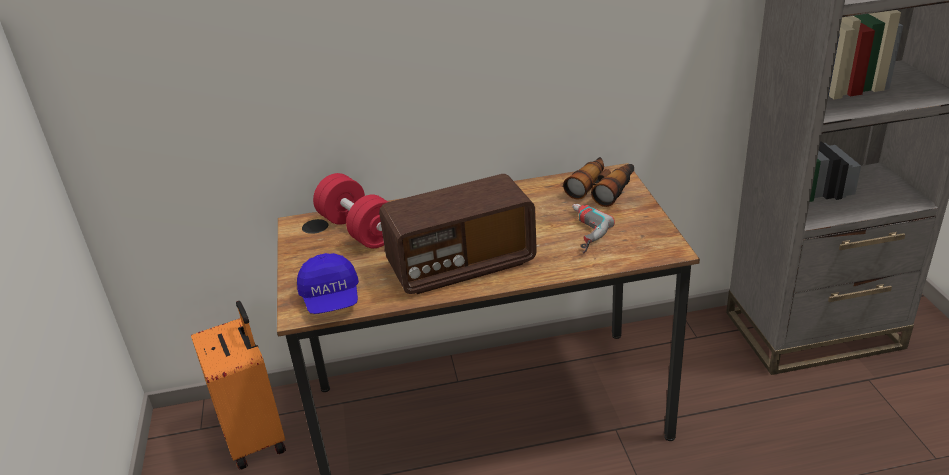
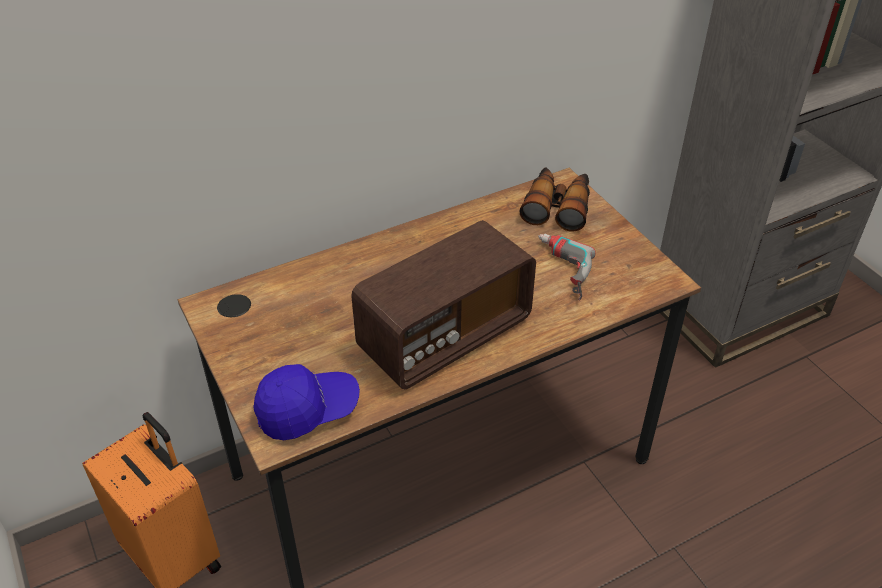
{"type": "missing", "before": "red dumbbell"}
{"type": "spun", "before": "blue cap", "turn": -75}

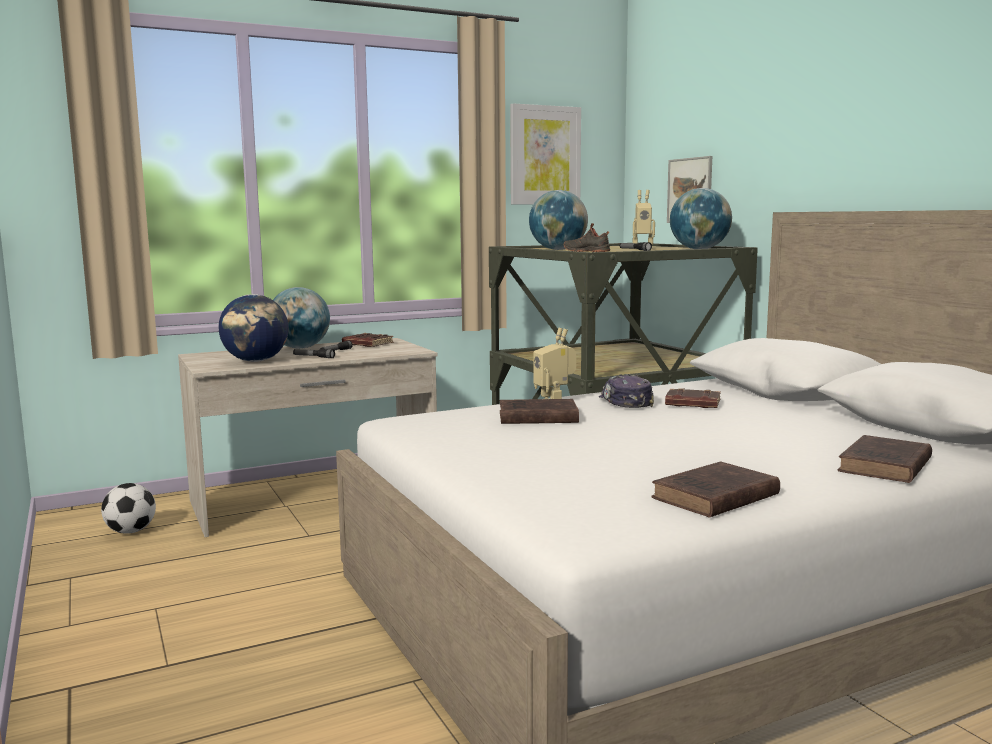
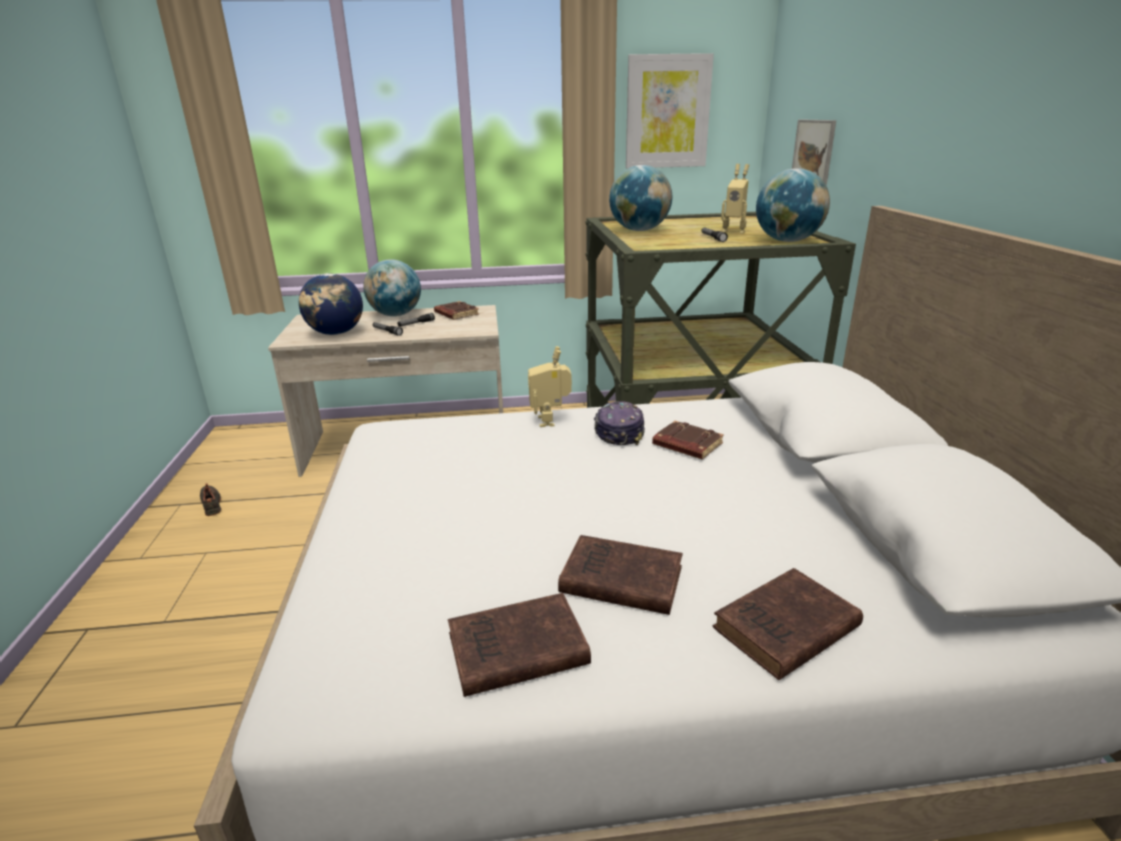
{"type": "missing", "before": "football"}
{"type": "relocated", "before": "brown book (no. 2 from left in the first image)", "after": "brown book (no. 3 from left)"}
{"type": "relocated", "before": "black shoe"}

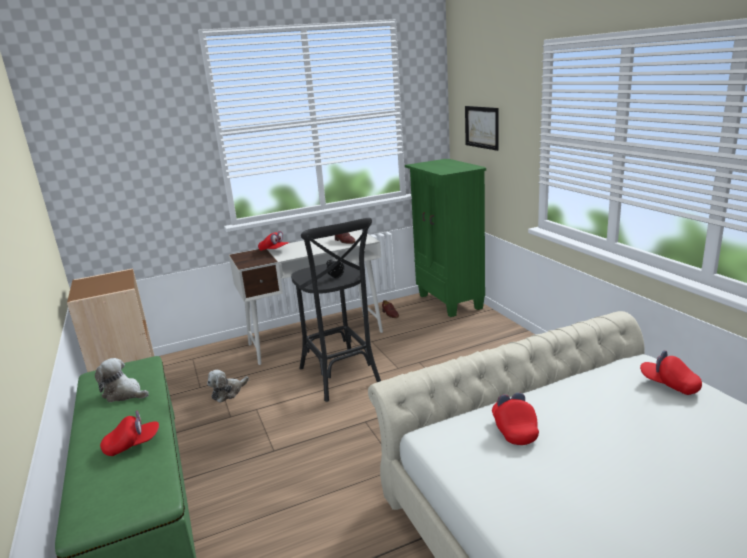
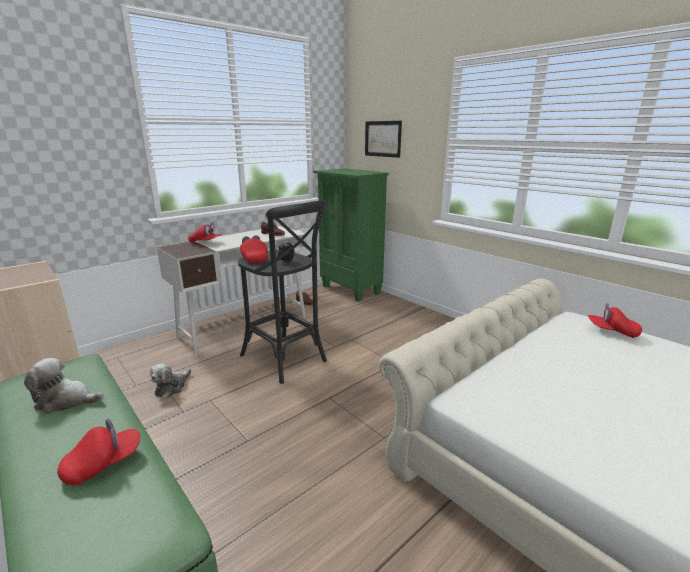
{"type": "relocated", "before": "red cap (no. 3 from left)"}

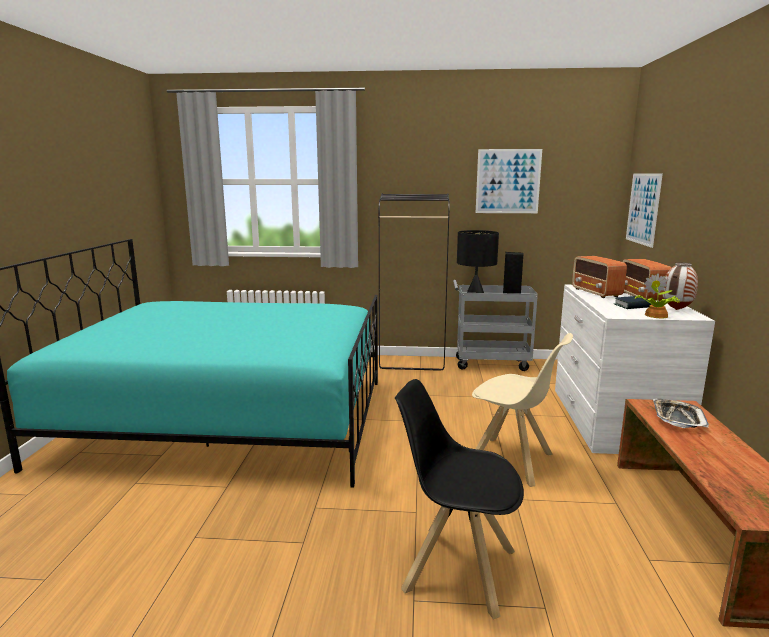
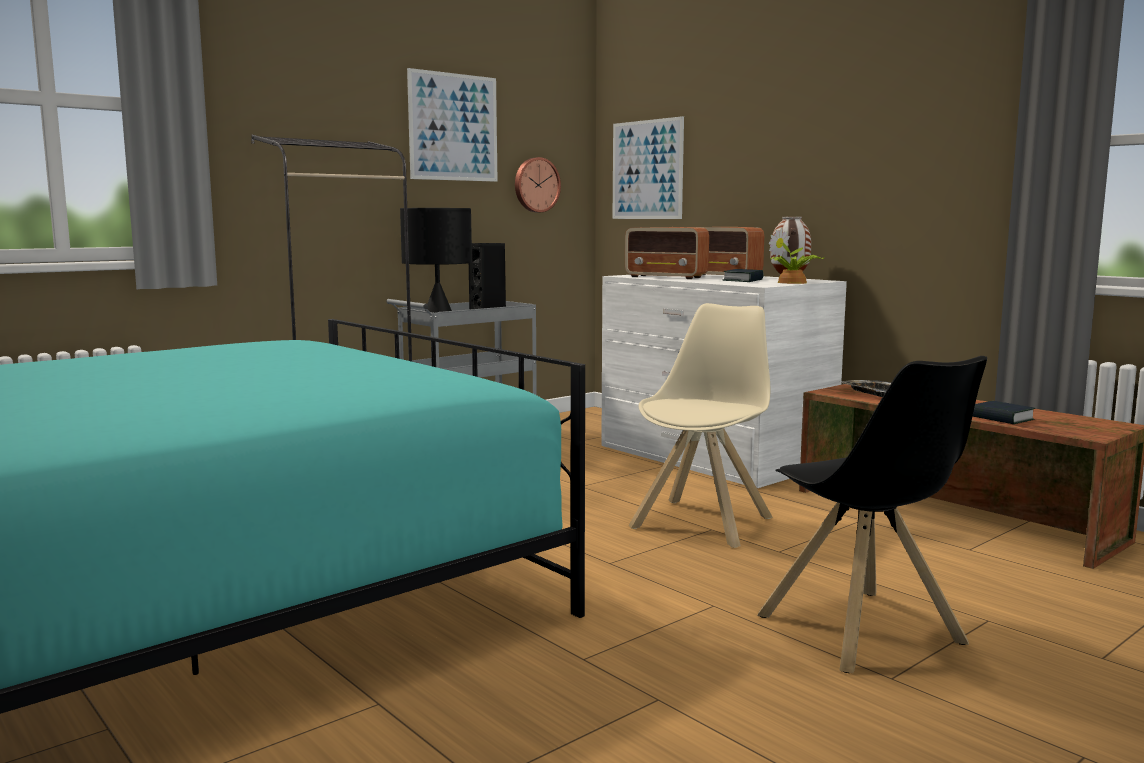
{"type": "appeared", "after": "wall clock"}
{"type": "appeared", "after": "book (no. 2 from left)"}
{"type": "spun", "before": "black chair", "turn": -90}
{"type": "spun", "before": "beige chair", "turn": -45}

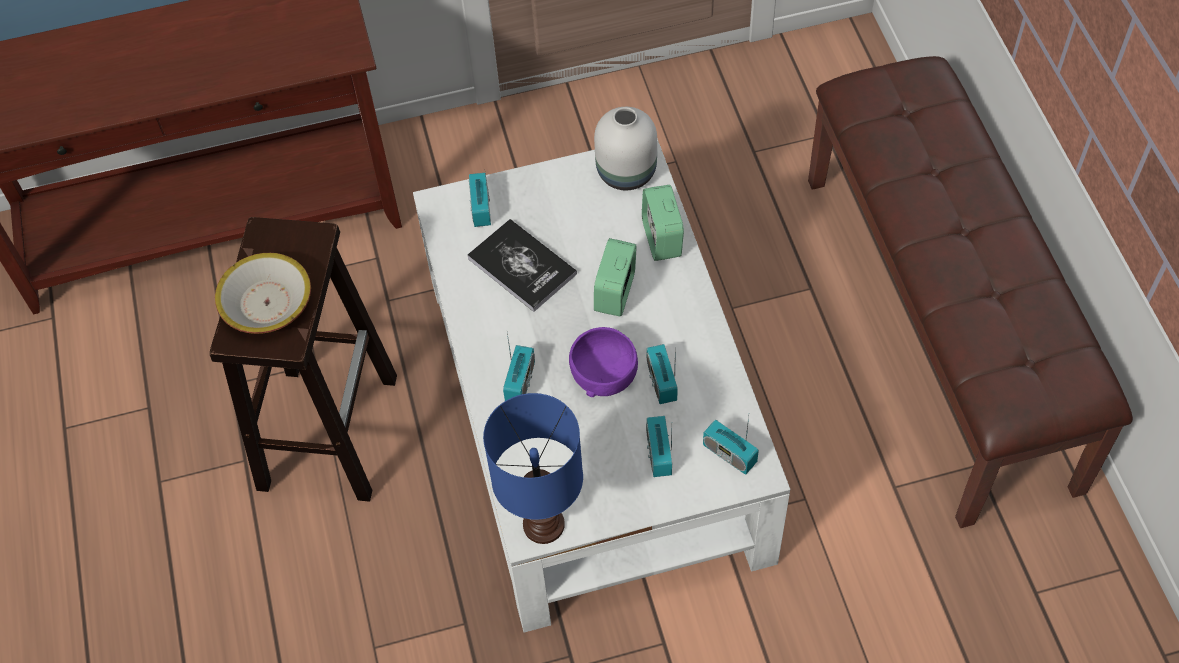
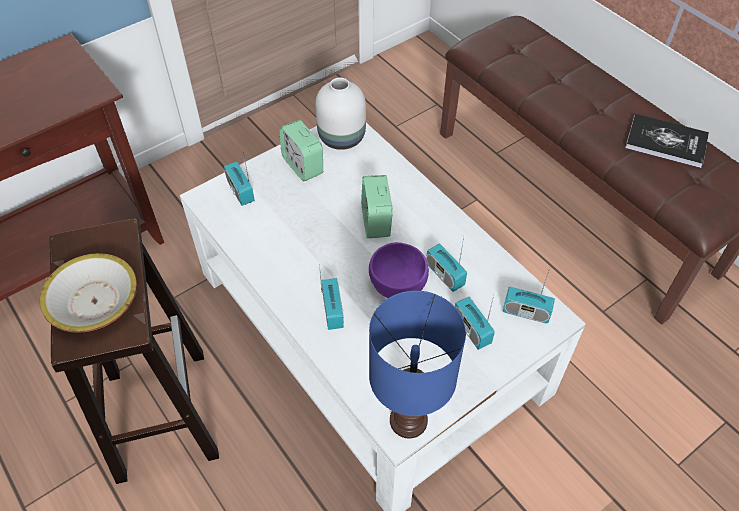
{"type": "relocated", "before": "book"}
{"type": "relocated", "before": "alarm clock (no. 2 from left in the first image)", "after": "alarm clock (no. 1 from left)"}

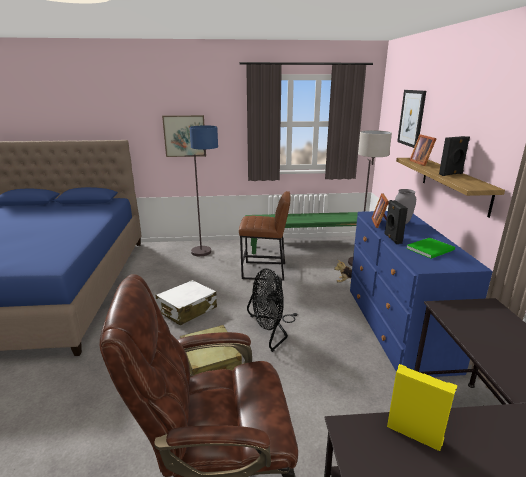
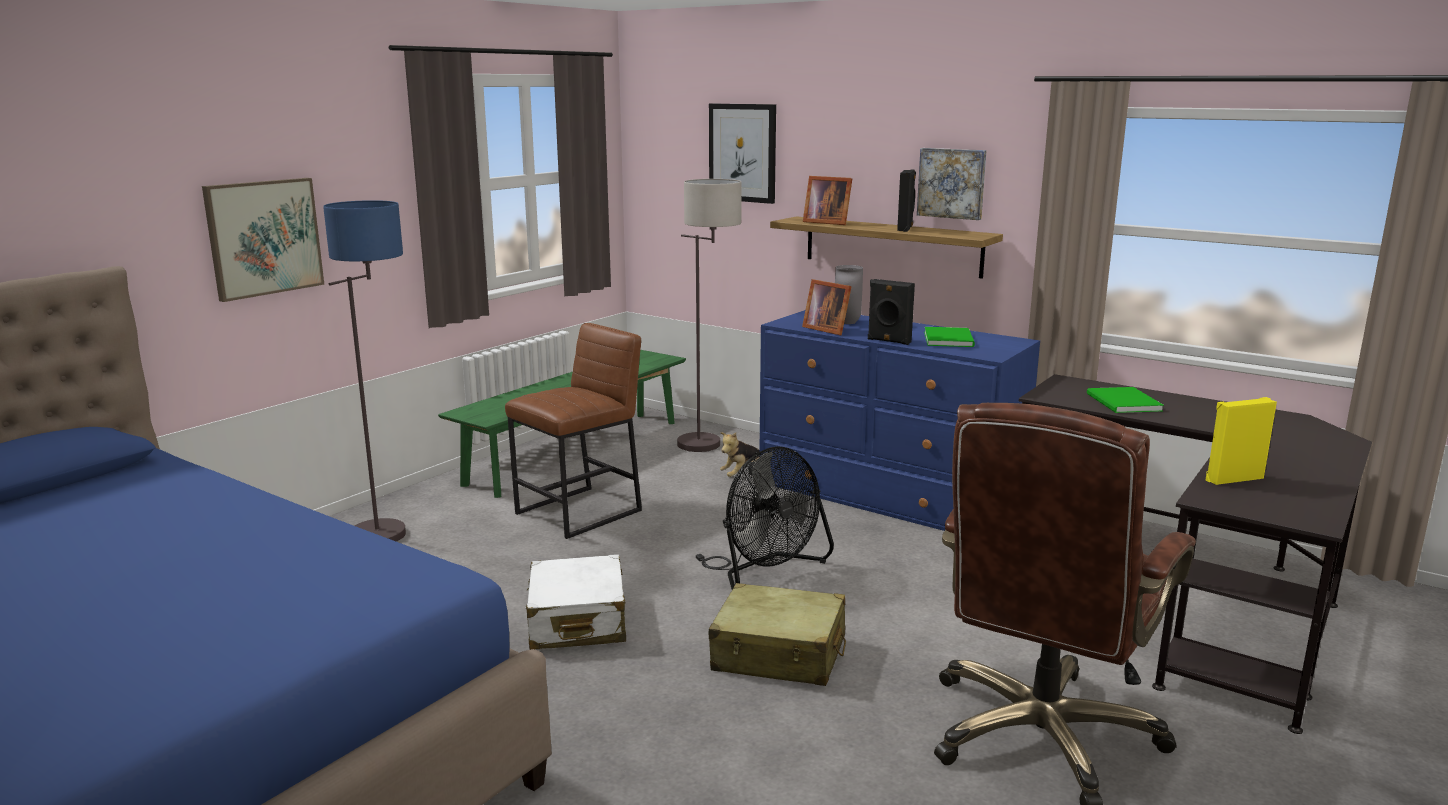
{"type": "appeared", "after": "picture (no. 3 from left)"}
{"type": "appeared", "after": "green book (no. 2 from left)"}
{"type": "spun", "before": "black fan", "turn": -60}

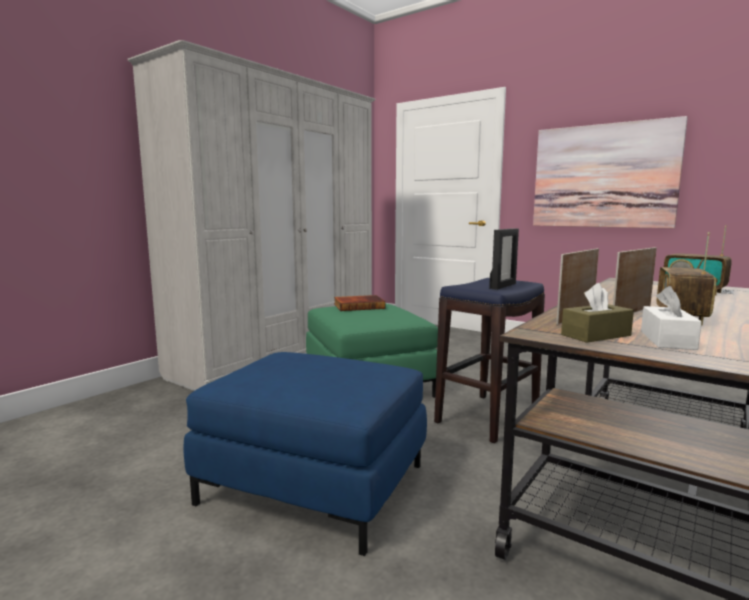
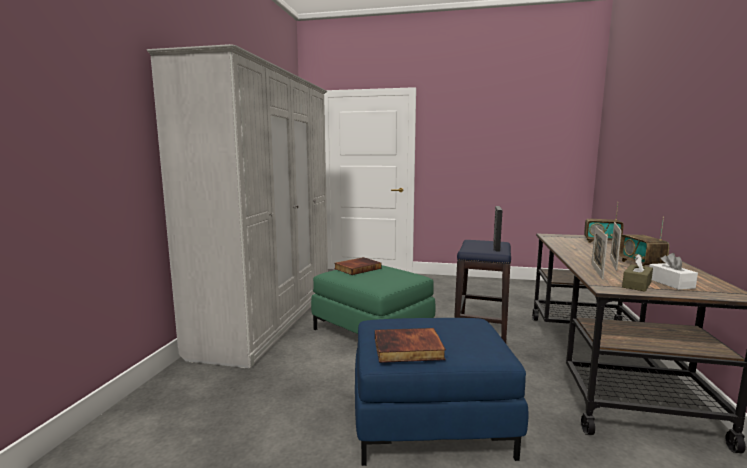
{"type": "missing", "before": "picture"}
{"type": "appeared", "after": "book (no. 2 from left)"}

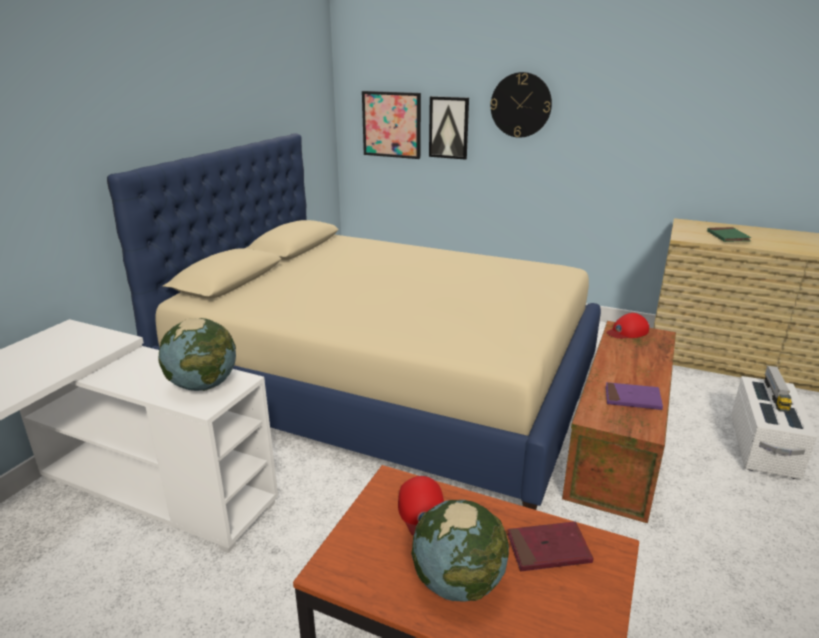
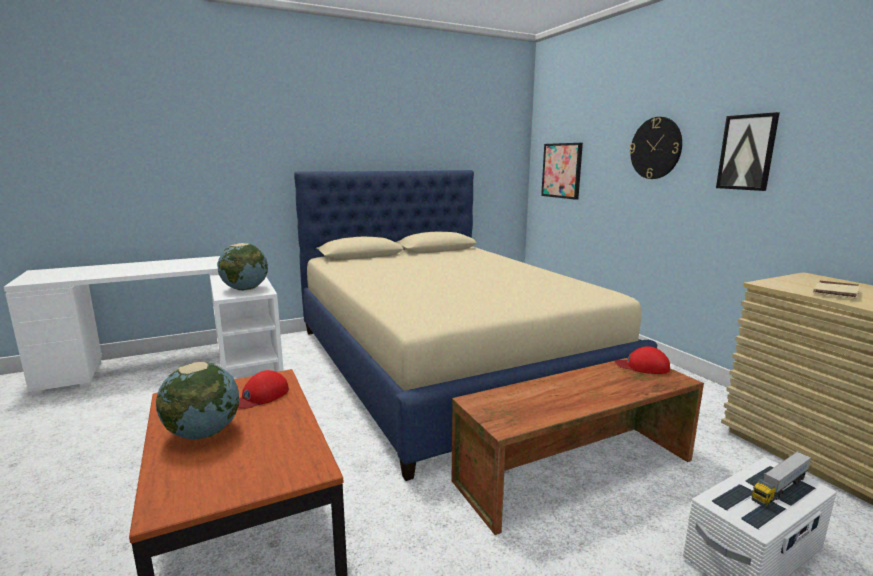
{"type": "missing", "before": "red book"}
{"type": "missing", "before": "purple book"}
{"type": "relocated", "before": "picture (no. 2 from left)"}
{"type": "colour", "before": "green book", "after": "beige book"}

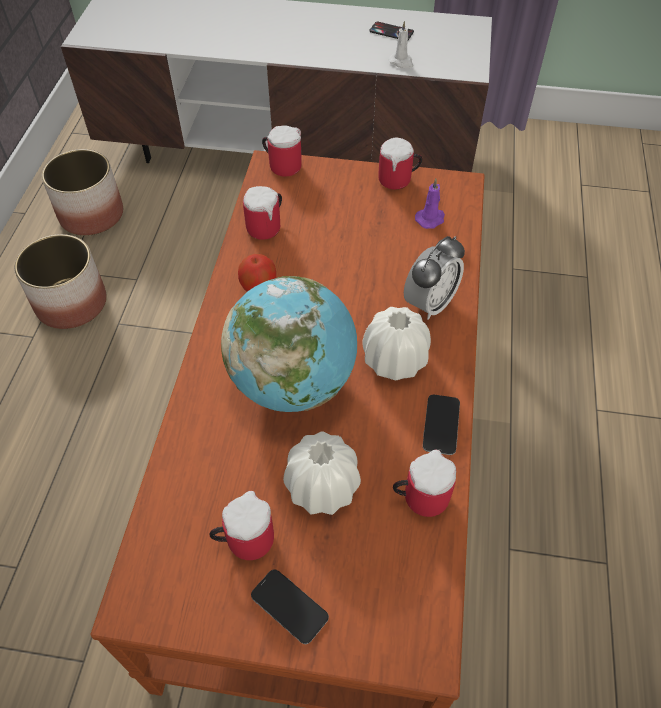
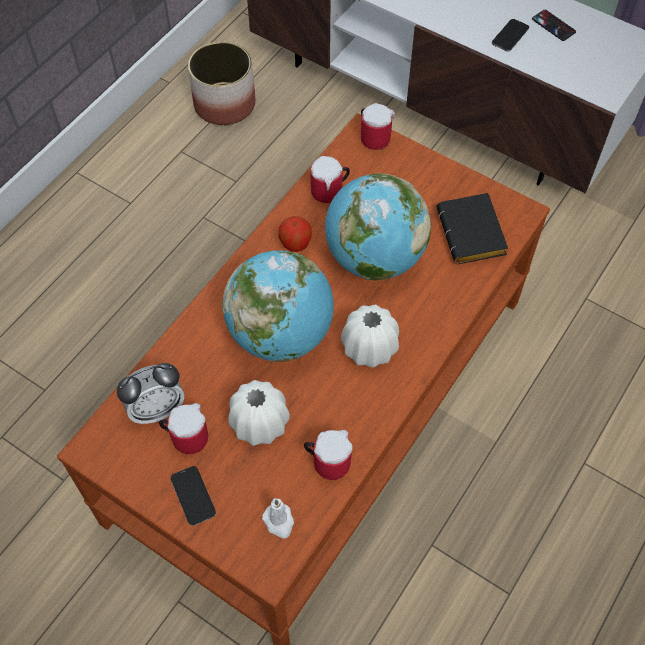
{"type": "missing", "before": "planter (no. 1 from left)"}
{"type": "missing", "before": "mug (no. 4 from left)"}
{"type": "appeared", "after": "globe (no. 2 from left)"}
{"type": "relocated", "before": "white candle"}
{"type": "relocated", "before": "alarm clock"}
{"type": "relocated", "before": "phone (no. 3 from left in the first image)", "after": "phone (no. 2 from left)"}
{"type": "exchanged", "before": "purple candle", "after": "black book"}

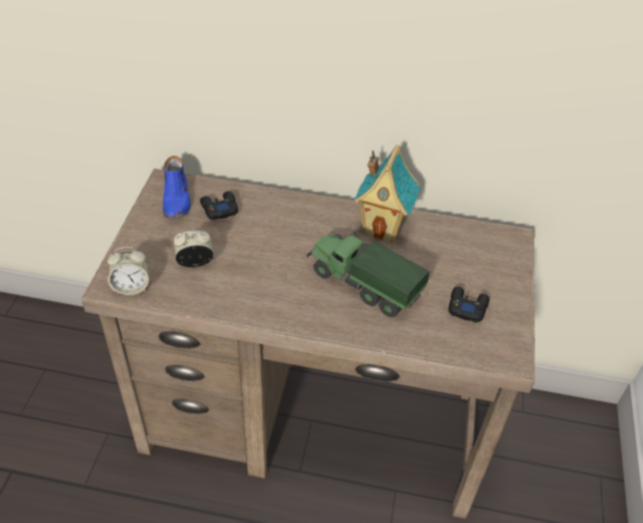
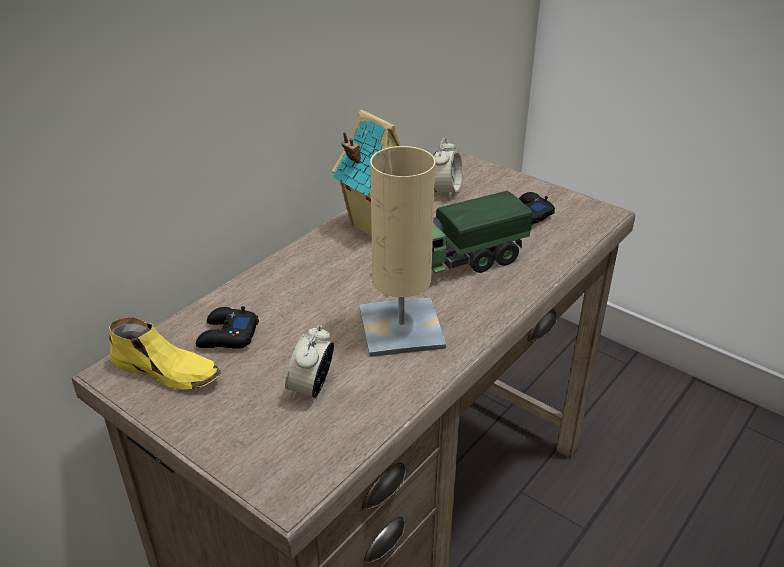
{"type": "appeared", "after": "beige table lamp"}
{"type": "relocated", "before": "alarm clock (no. 1 from left in the first image)", "after": "alarm clock (no. 2 from left)"}
{"type": "colour", "before": "blue shoe", "after": "yellow shoe"}

